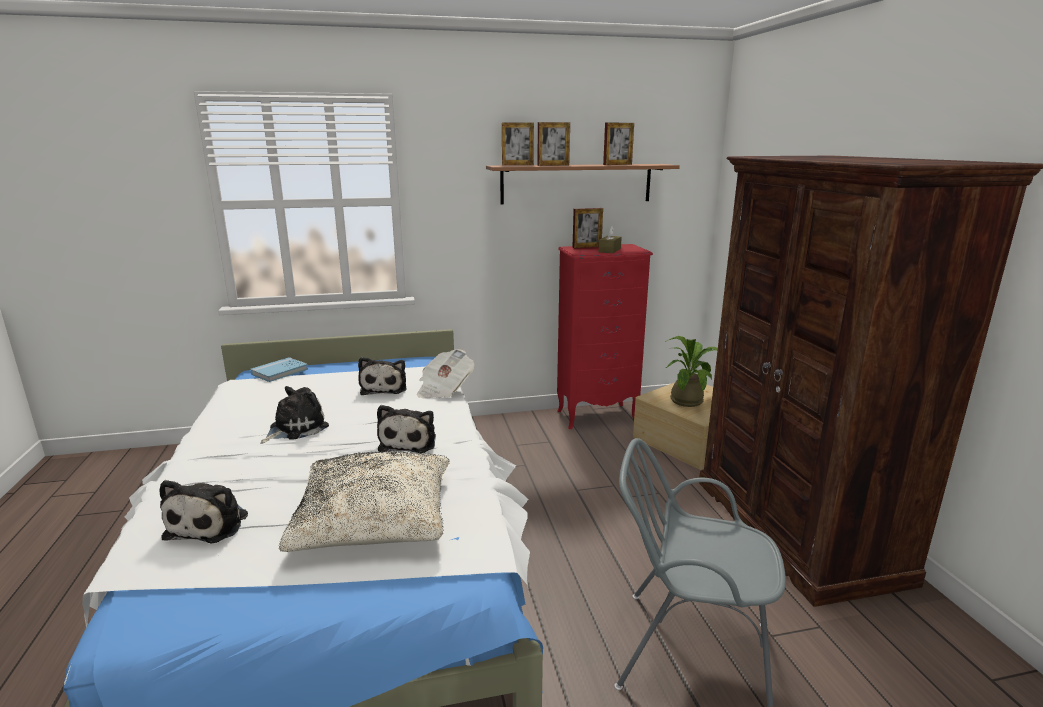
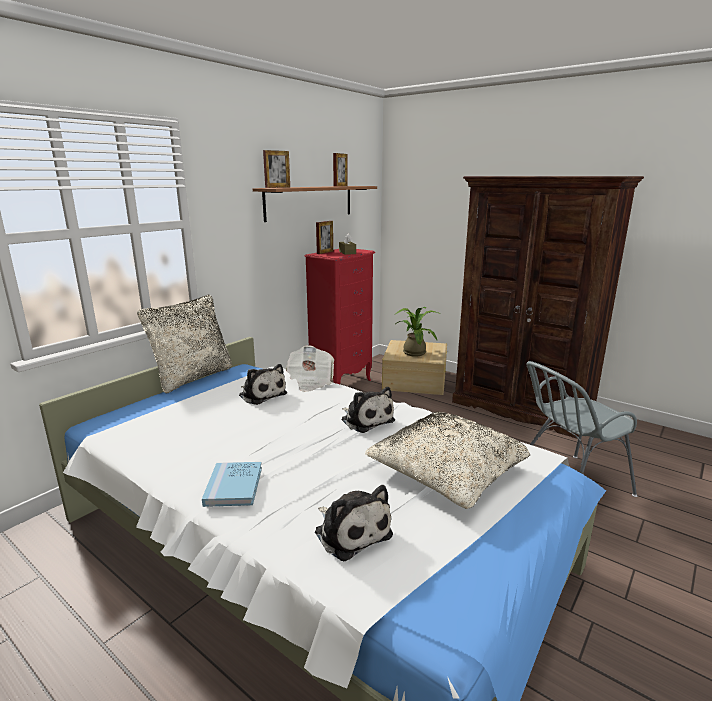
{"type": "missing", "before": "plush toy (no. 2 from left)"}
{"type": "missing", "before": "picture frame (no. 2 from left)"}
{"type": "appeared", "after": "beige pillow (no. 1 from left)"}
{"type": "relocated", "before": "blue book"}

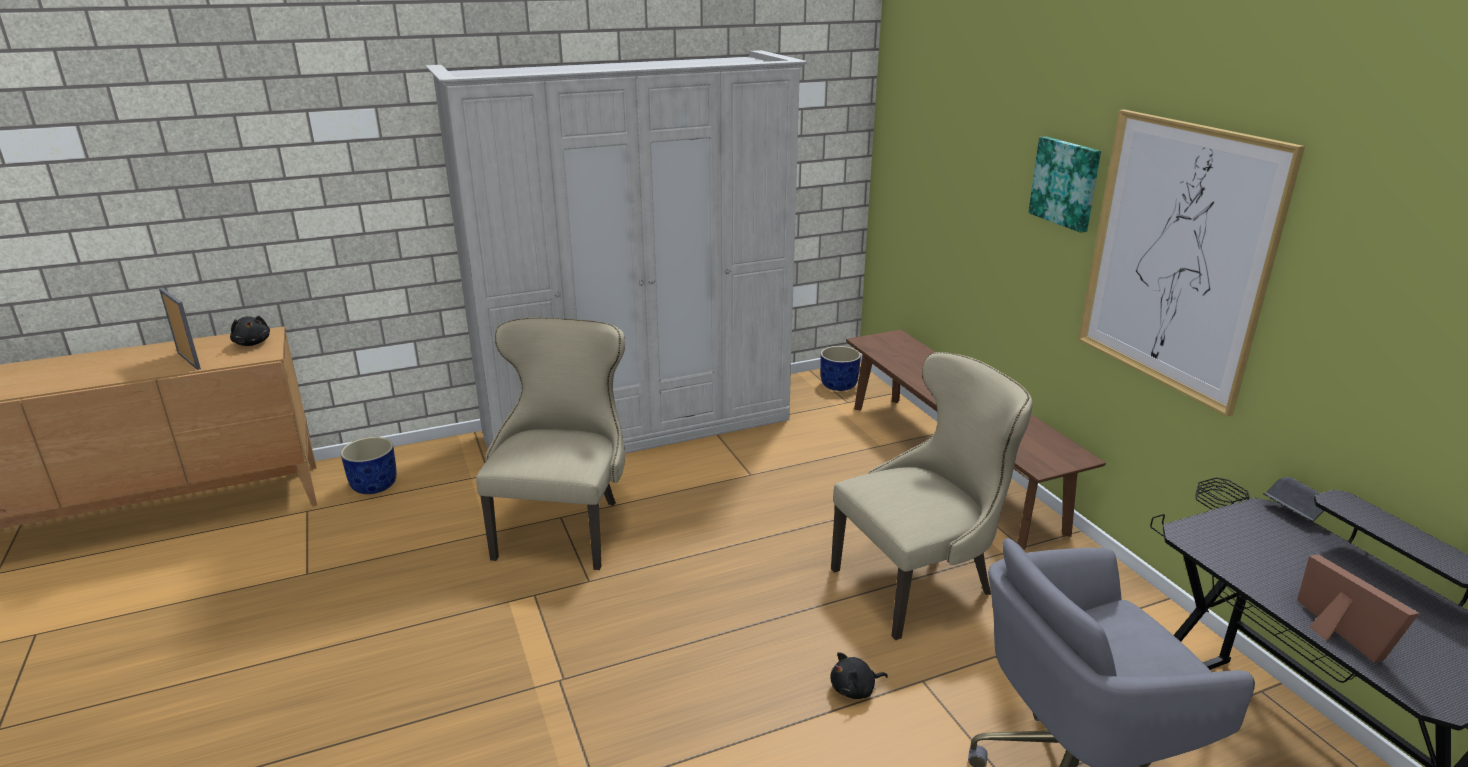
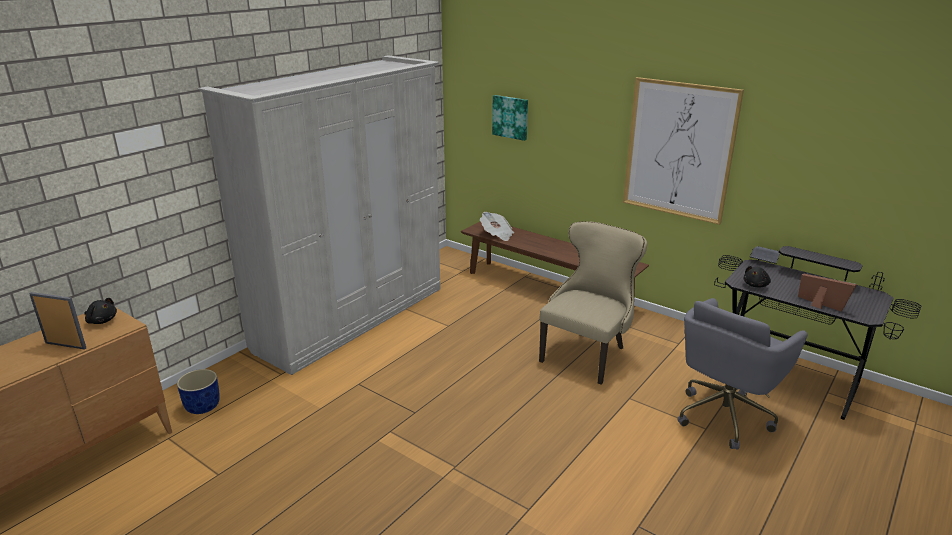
{"type": "missing", "before": "beige chair (no. 1 from left)"}
{"type": "missing", "before": "blue planter (no. 2 from left)"}
{"type": "appeared", "after": "newspaper"}
{"type": "relocated", "before": "black plush toy (no. 2 from left)"}
{"type": "relocated", "before": "picture (no. 1 from left)"}

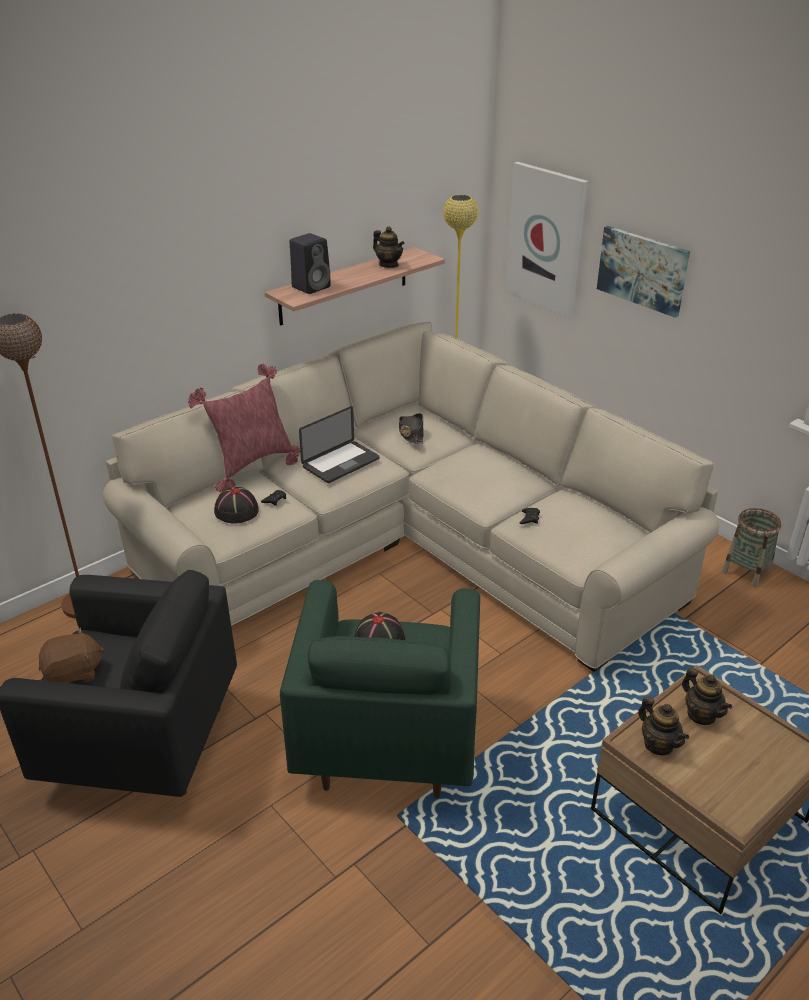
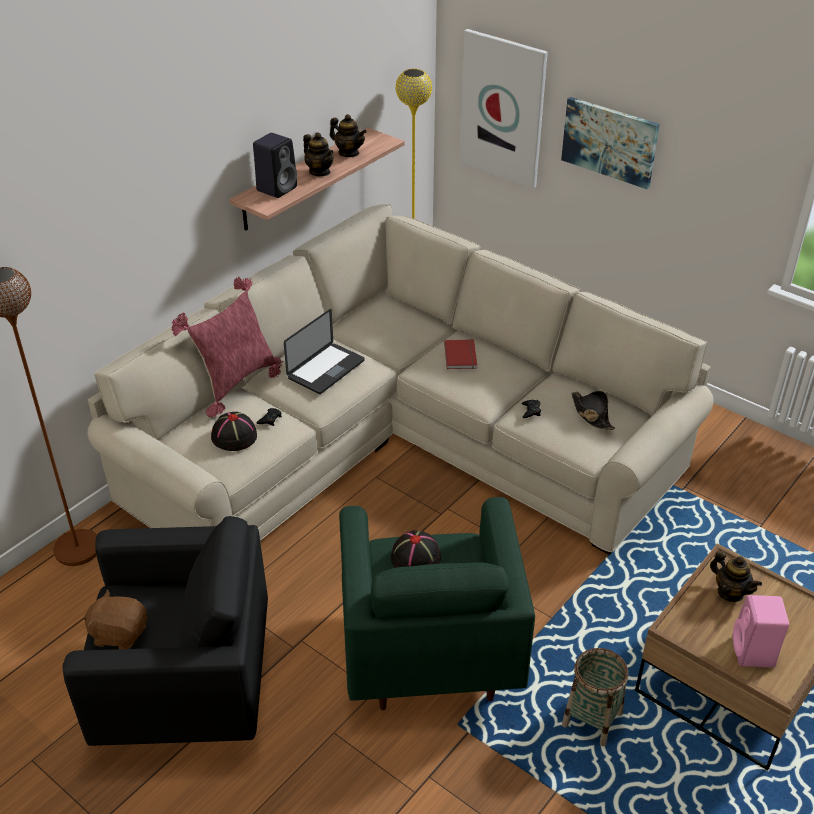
{"type": "appeared", "after": "red book"}
{"type": "appeared", "after": "pink speaker"}
{"type": "relocated", "before": "black hat (no. 3 from left)"}
{"type": "relocated", "before": "teapot (no. 2 from left in the first image)", "after": "teapot (no. 1 from left)"}
{"type": "relocated", "before": "basket"}
{"type": "spun", "before": "brown plush toy", "turn": -135}

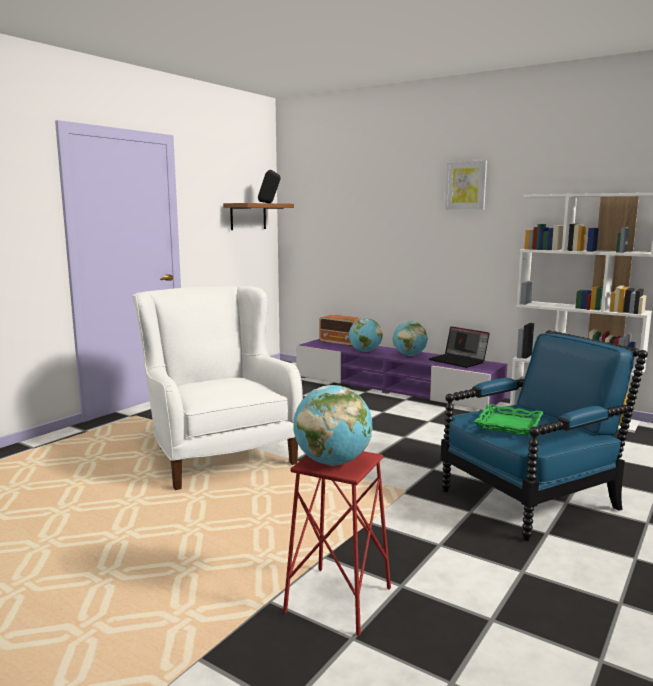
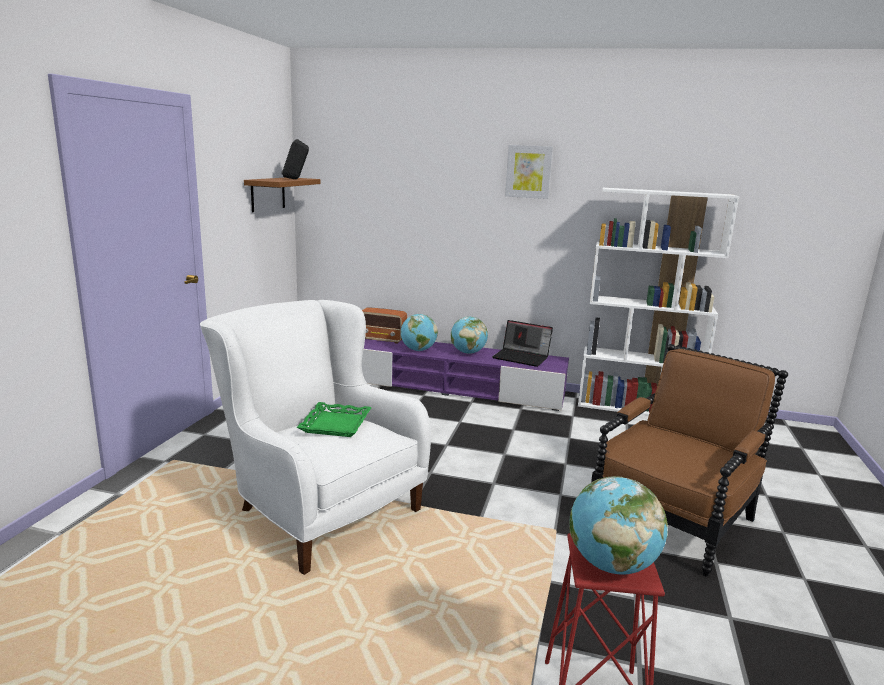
{"type": "relocated", "before": "green tray"}
{"type": "colour", "before": "blue armchair", "after": "brown armchair"}

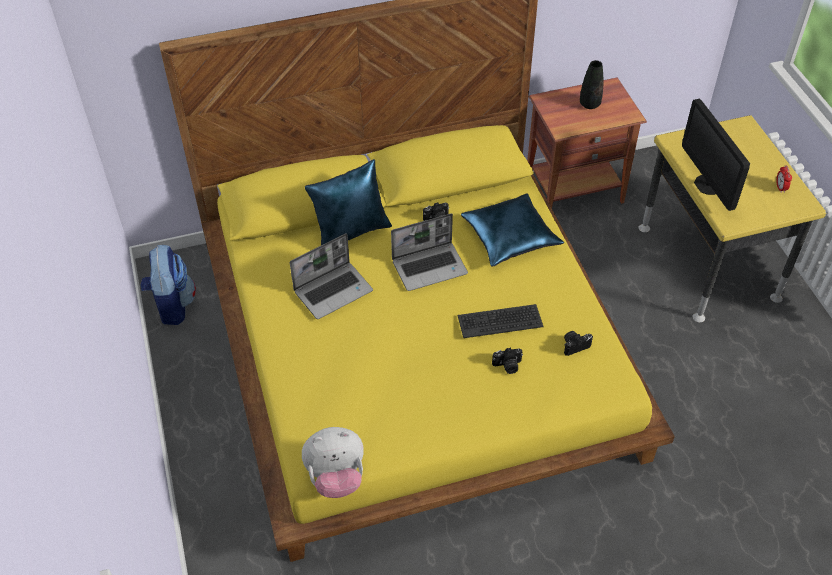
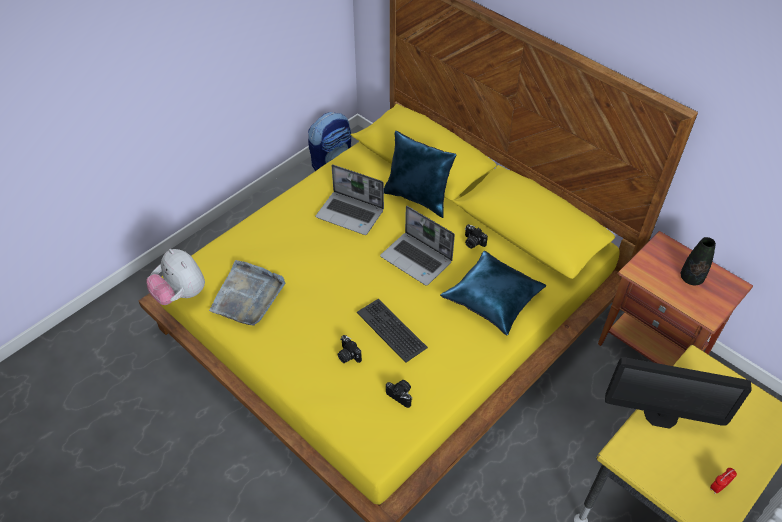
{"type": "appeared", "after": "grey tray"}
{"type": "spun", "before": "monitor", "turn": -120}

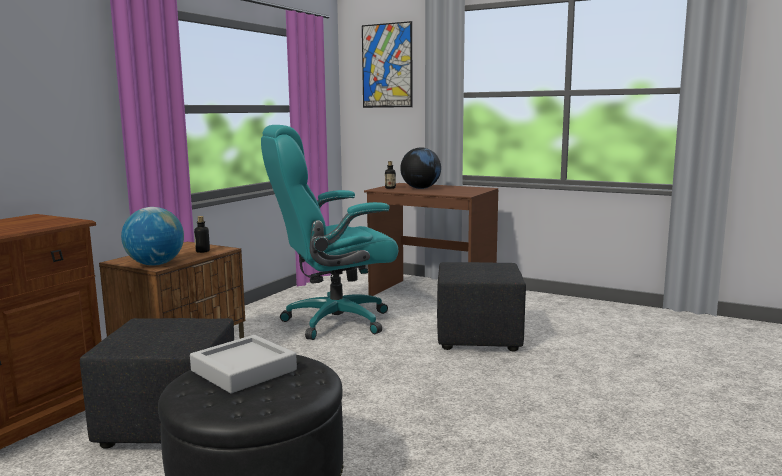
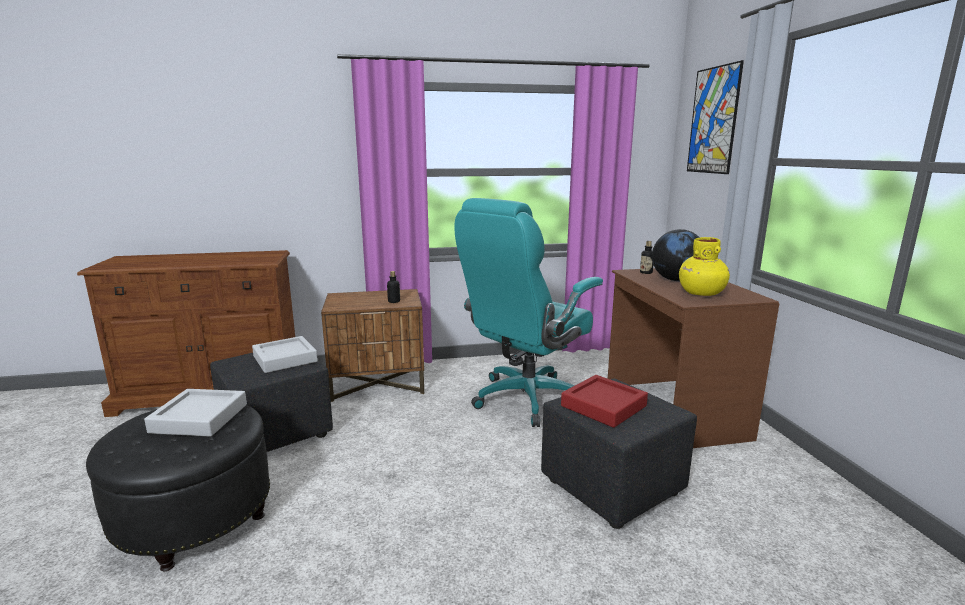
{"type": "missing", "before": "globe (no. 1 from left)"}
{"type": "appeared", "after": "grey tray (no. 2 from left)"}
{"type": "appeared", "after": "red tray"}
{"type": "appeared", "after": "yellow vase"}
{"type": "spun", "before": "turquoise office chair", "turn": -75}

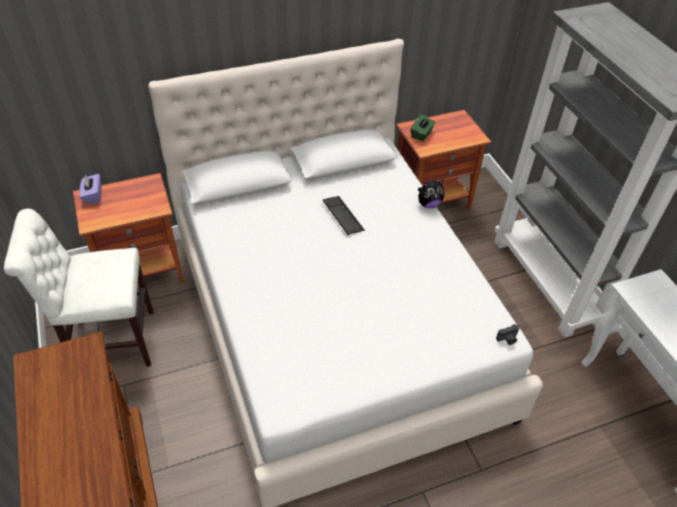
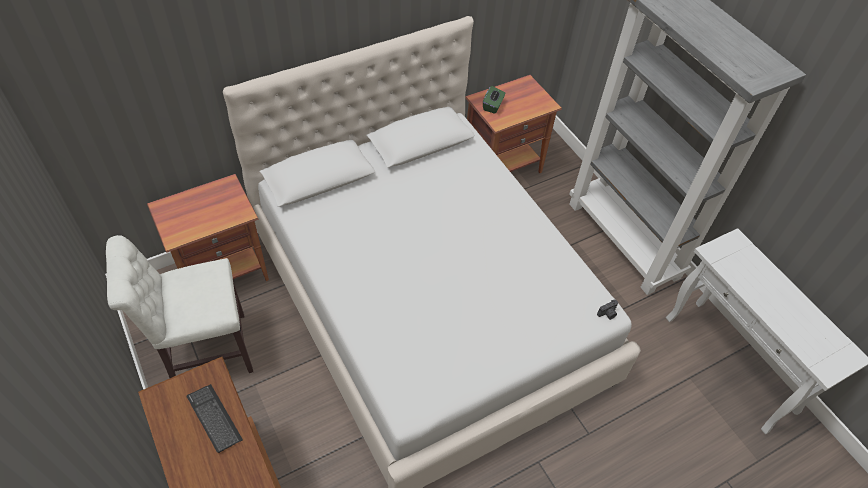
{"type": "missing", "before": "purple tissue box"}
{"type": "missing", "before": "plush toy"}
{"type": "relocated", "before": "keyboard"}

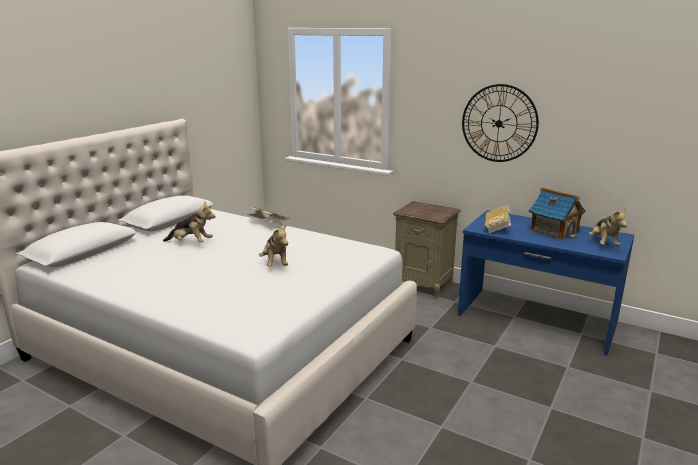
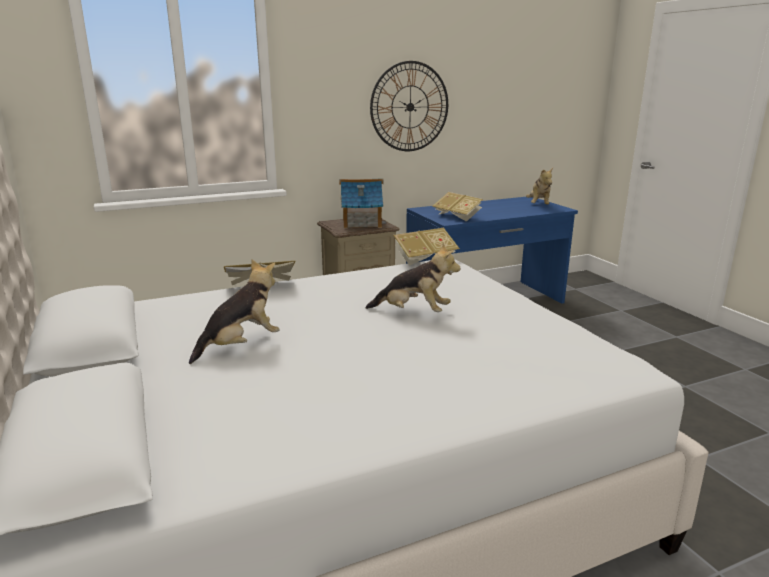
{"type": "appeared", "after": "book (no. 2 from left)"}
{"type": "relocated", "before": "toy house"}
{"type": "spun", "before": "plush toy (no. 3 from left)", "turn": 60}

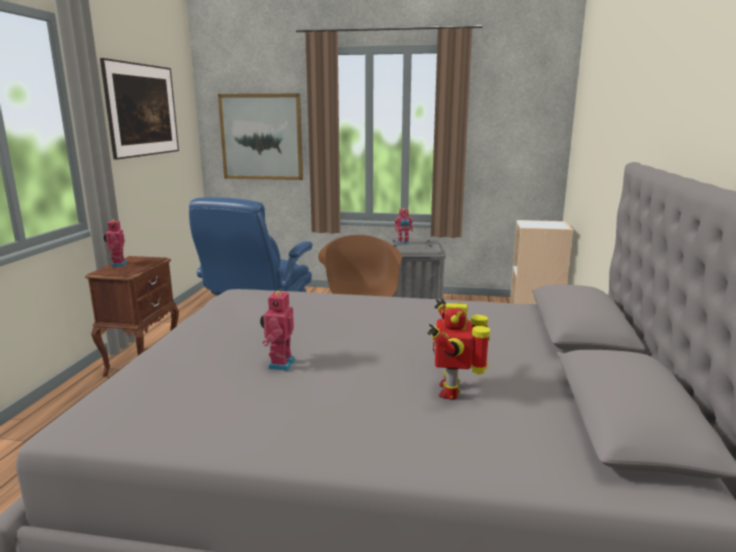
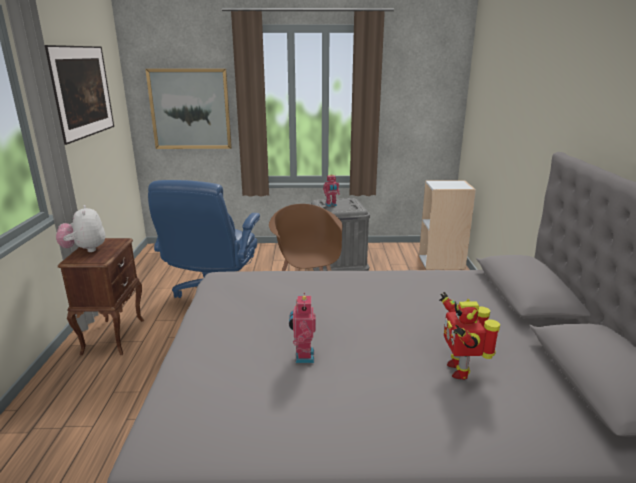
{"type": "exchanged", "before": "toy robot (no. 1 from left)", "after": "plush toy"}

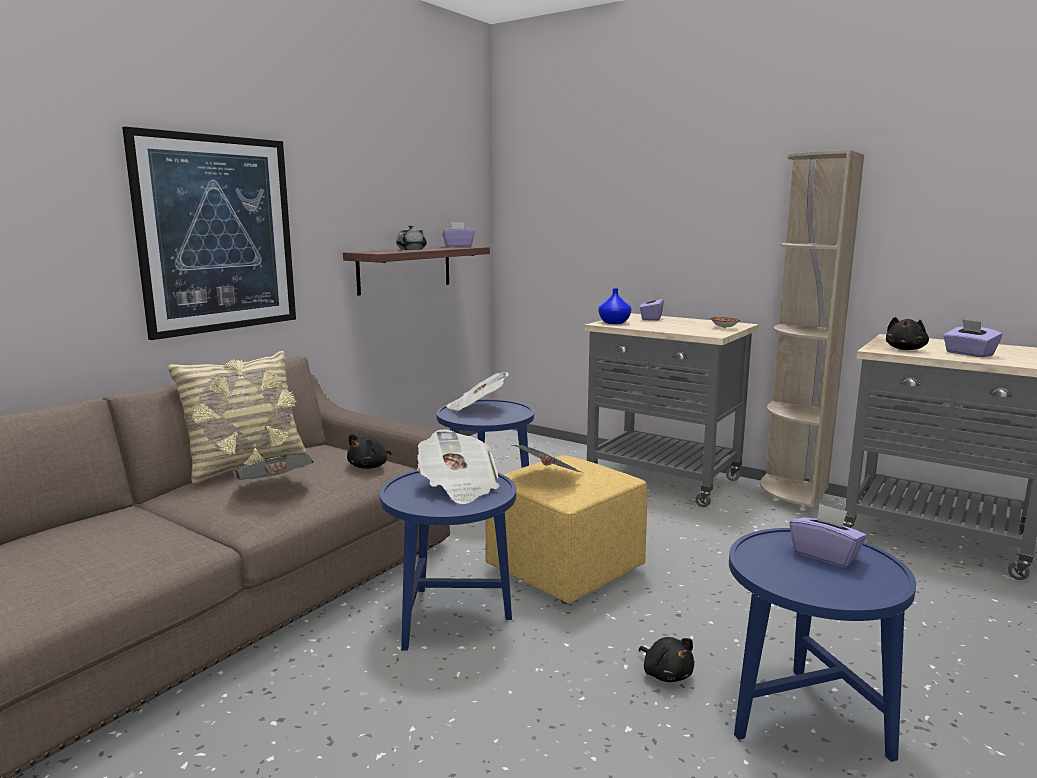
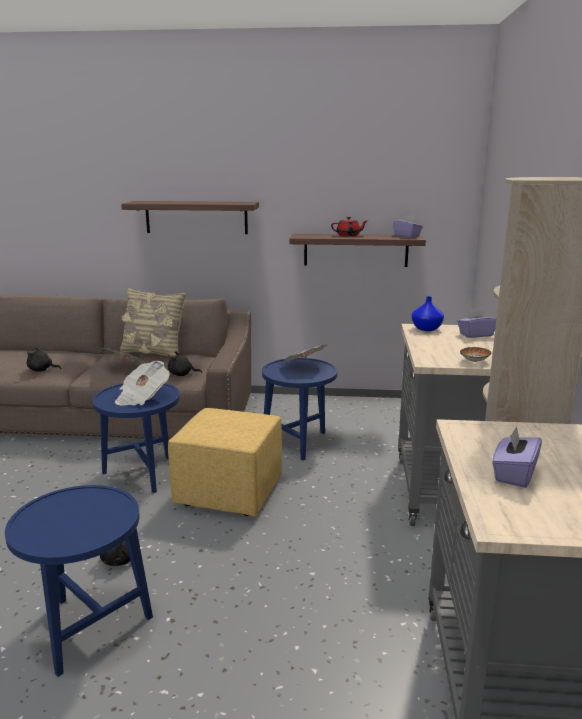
{"type": "missing", "before": "newspaper (no. 4 from left)"}
{"type": "missing", "before": "purple tissue box (no. 3 from left)"}
{"type": "relocated", "before": "black plush toy (no. 3 from left in the first image)", "after": "black plush toy (no. 1 from left)"}
{"type": "exchanged", "before": "picture", "after": "shelf (no. 1 from left)"}
{"type": "colour", "before": "grey teapot", "after": "red teapot"}

